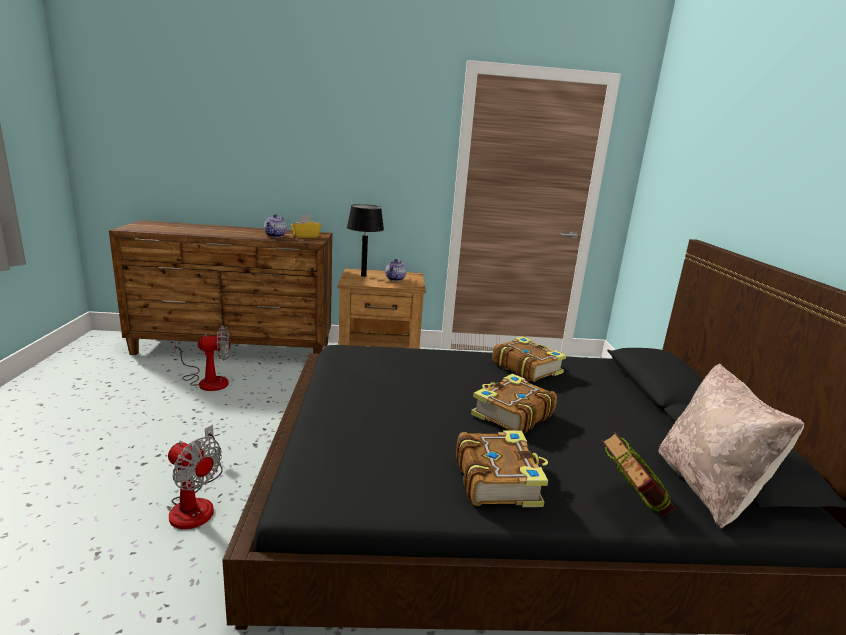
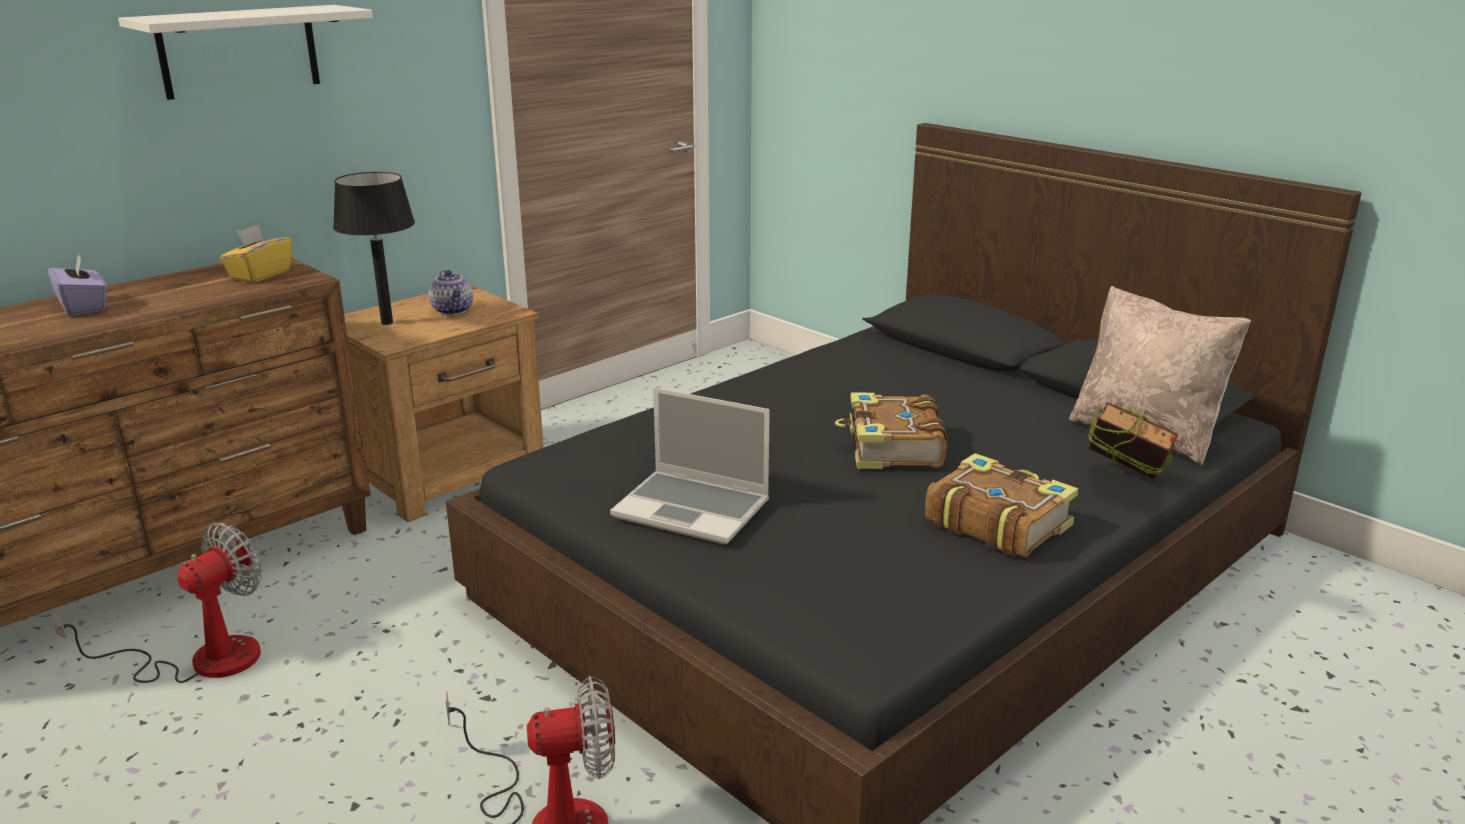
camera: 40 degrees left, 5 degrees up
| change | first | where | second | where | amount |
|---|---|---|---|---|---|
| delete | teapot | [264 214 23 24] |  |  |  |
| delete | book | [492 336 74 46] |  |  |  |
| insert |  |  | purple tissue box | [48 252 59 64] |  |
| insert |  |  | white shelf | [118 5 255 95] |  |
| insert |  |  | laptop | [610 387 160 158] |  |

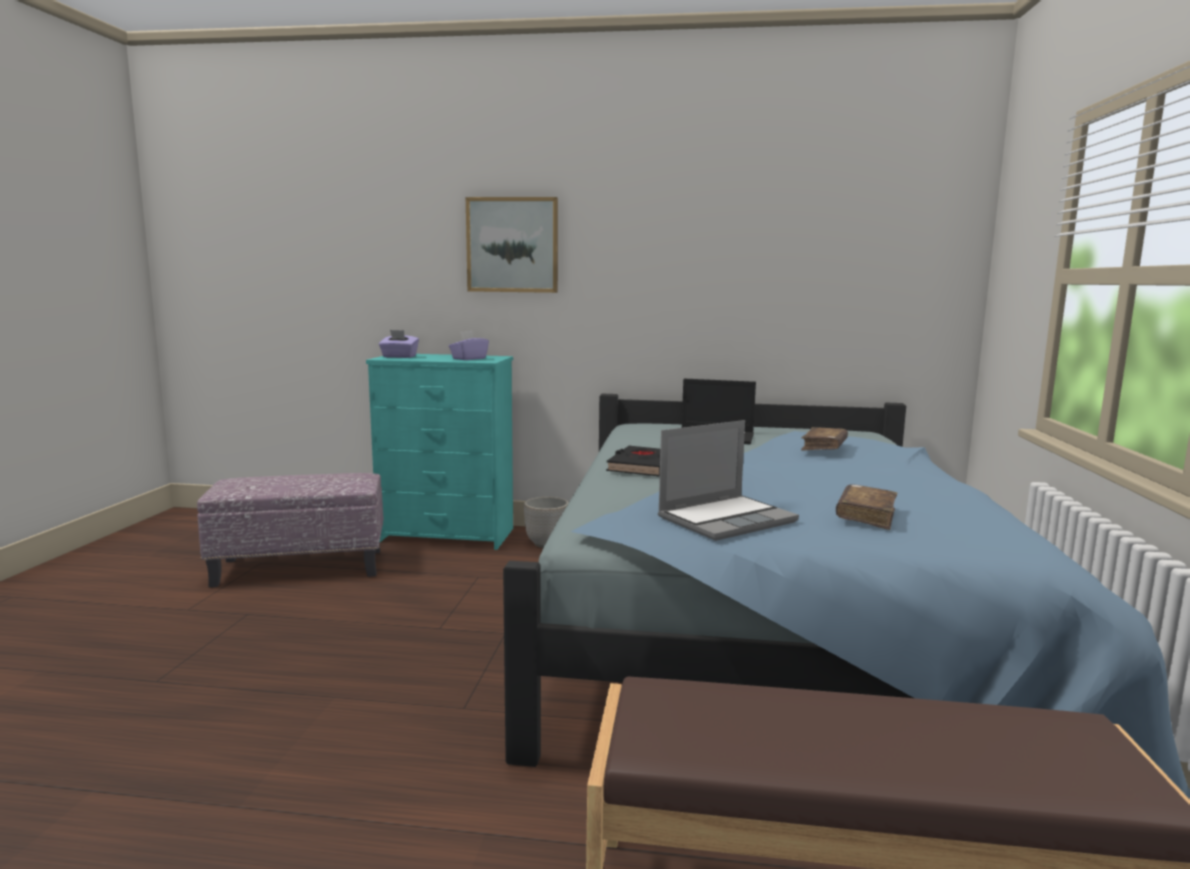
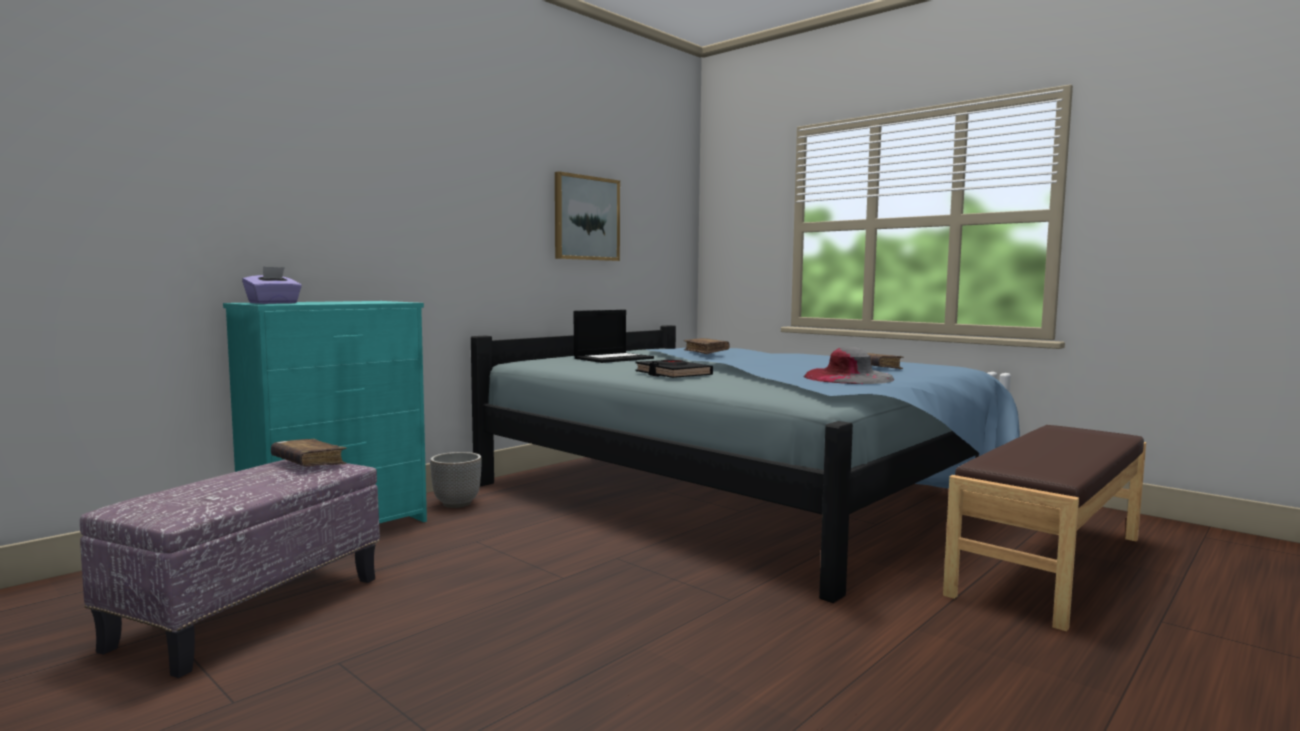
camera: 55 degrees left, 5 degrees down
| change | first | where | second | where | amount |
|---|---|---|---|---|---|
| delete | purple tissue box | [449 331 40 29] |  |  |  |
| move | picture | [466 197 92 96] |  | [555 171 65 90] |  |
| replace | laptop | [658 420 141 121] | grey hat | [804 347 90 37] |  |
| insert |  |  | brown book | [271 439 76 27] |  |

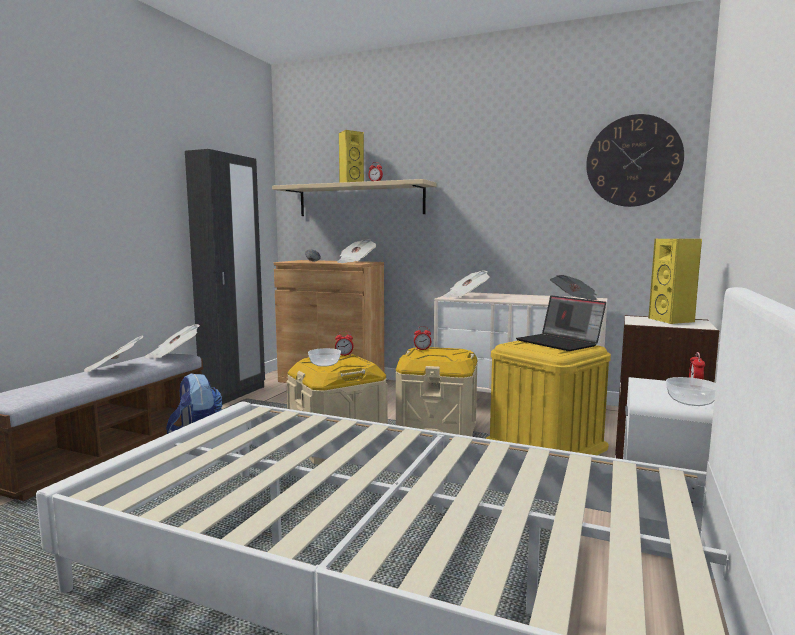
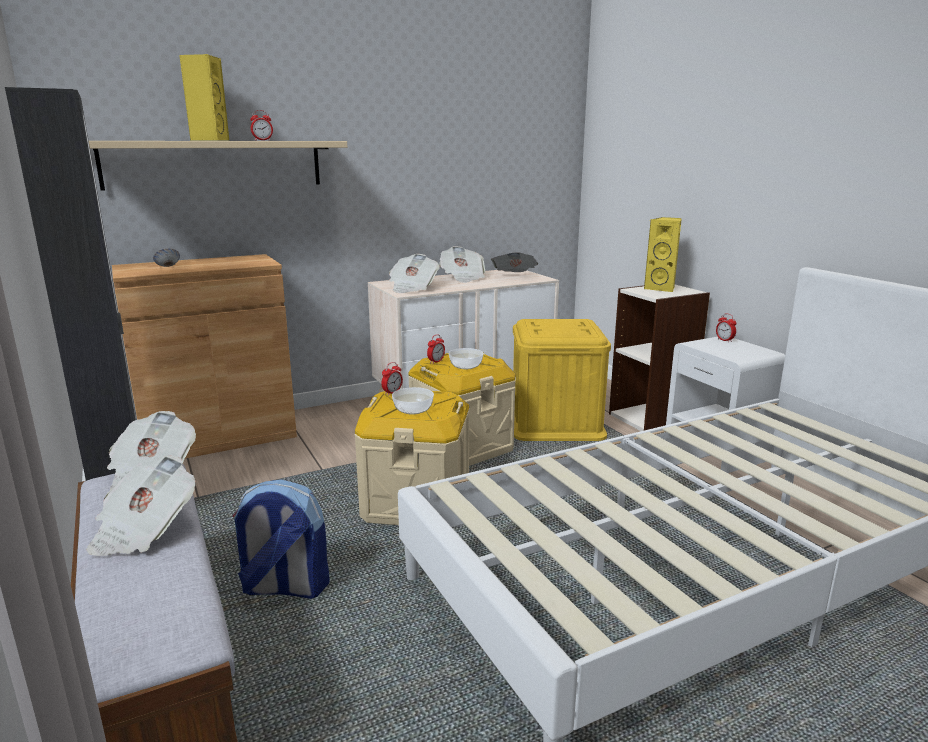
camera: 50 degrees left, 10 degrees up
| change | first | where | second | where | amount |
|---|---|---|---|---|---|
| move | newspaper | [337 239 39 24] |  | [439 246 46 37] |  |
| delete | laptop | [516 295 90 56] |  |  |  |
| delete | wall clock | [586 114 98 93] |  |  |  |
| move | bowl | [666 377 50 29] |  | [449 348 35 21] |  |

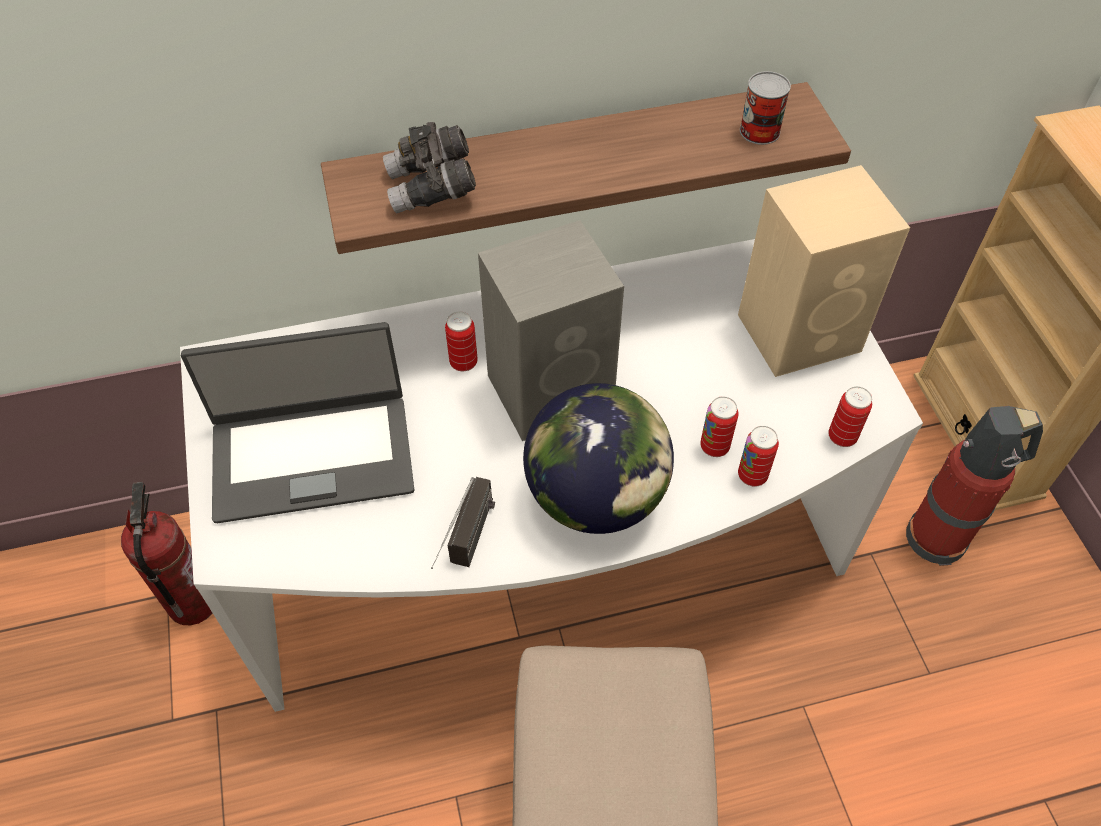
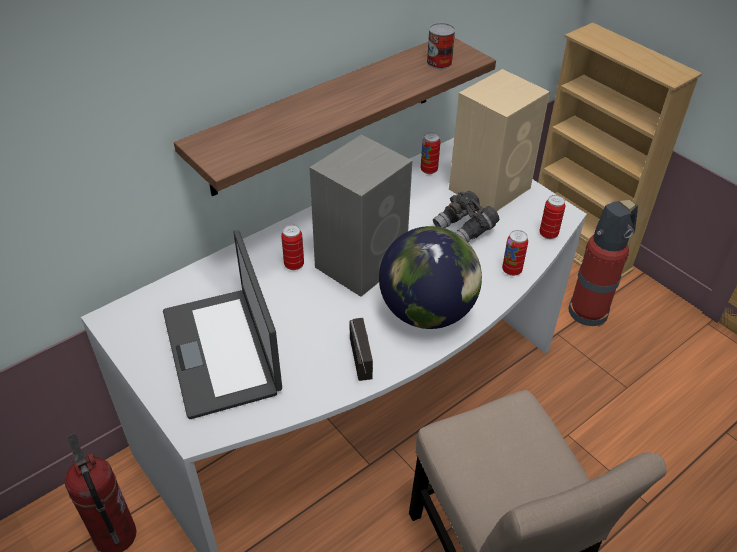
camera: 25 degrees left, 10 degrees down
| change | first | where | second | where | amount |
|---|---|---|---|---|---|
| rotate | laptop | [181 322 233 201] |  | [163 230 119 189] | 105 degrees clockwise |
| move | grey binoculars | [383 122 93 91] |  | [433 191 66 51] |  |
| move | can | [700 396 38 61] |  | [421 132 19 42] |  |

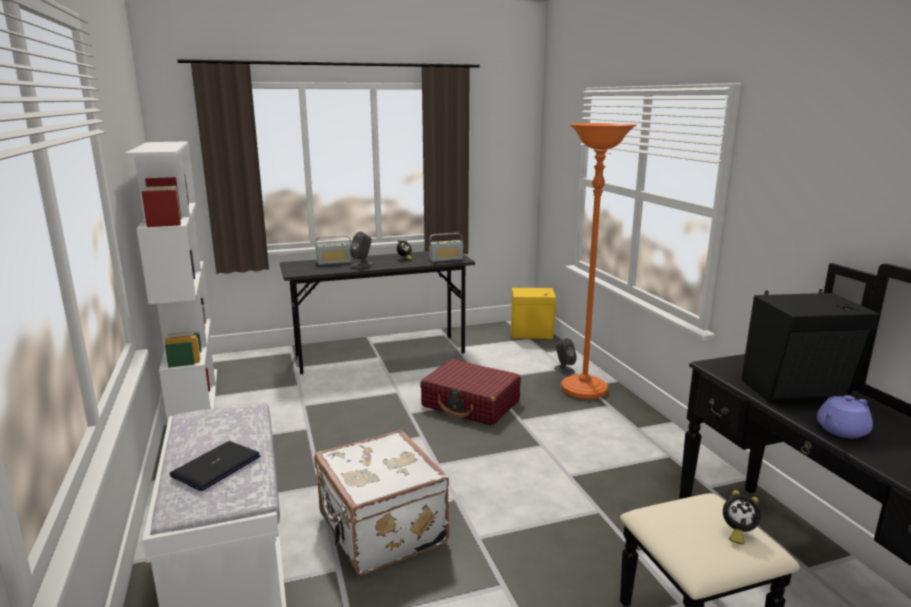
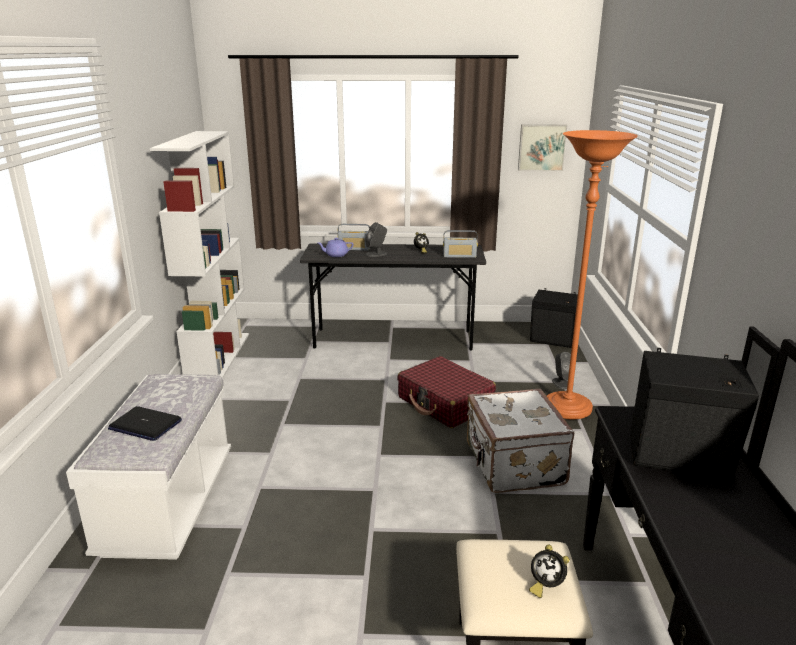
camera: 20 degrees right, 5 degrees up
| change | first | where | second | where | amount |
|---|---|---|---|---|---|
| rotate | laptop | [170 441 91 50] |  | [108 406 74 35] | 120 degrees counterclockwise |
| move | white suitcase | [314 430 135 145] |  | [467 389 107 104] |  |
| recolor | yellow speaker | [511 286 45 53] | black speaker | [530 288 48 60] |  |
| move | purple teapot | [817 395 56 43] |  | [318 238 36 19] |  |
| insert |  |  | picture | [518 125 49 46] |  |

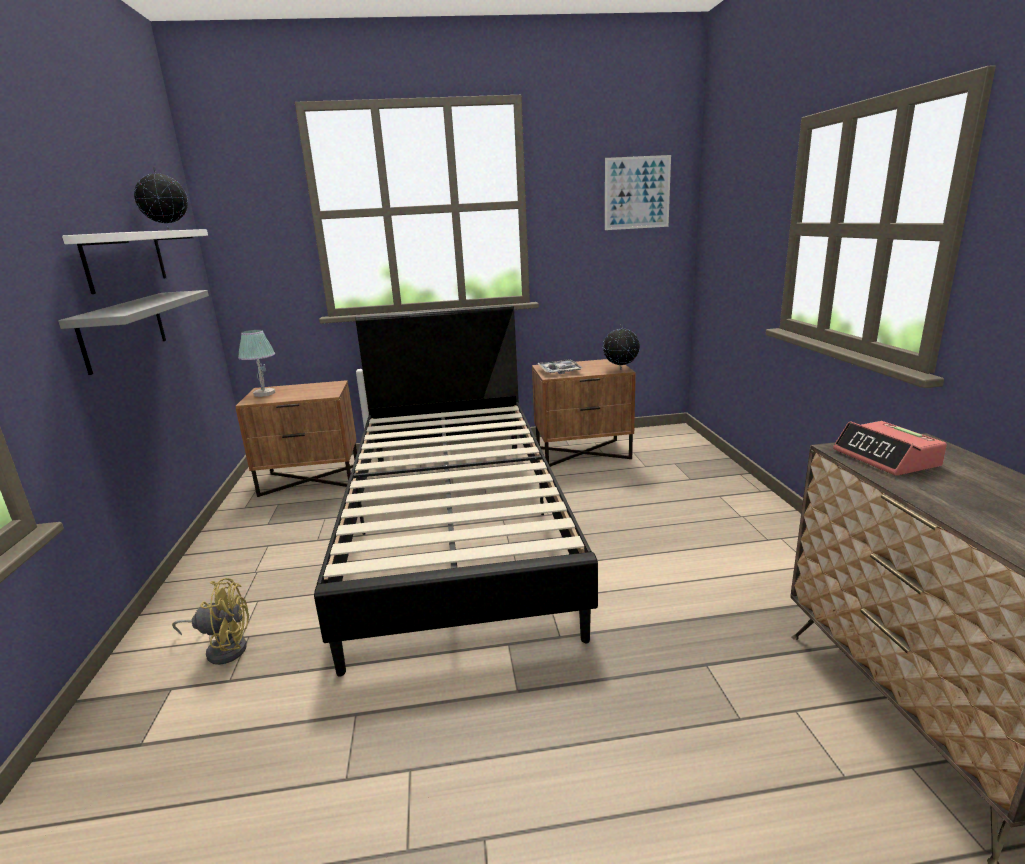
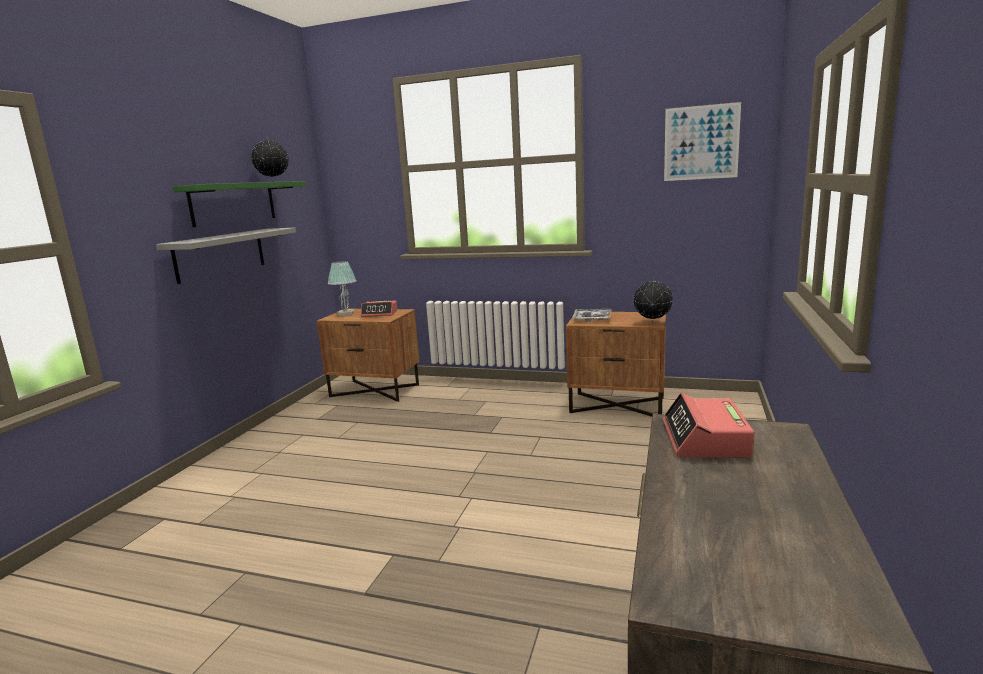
camera: 25 degrees right, 5 degrees down
| change | first | where | second | where | amount |
|---|---|---|---|---|---|
| recolor | white shelf | [62 229 146 65] | green shelf | [173 181 133 46] |  |
| delete | yellow fan | [172 578 77 87] |  |  |  |
| delete | black bed | [314 305 284 372] |  |  |  |
| insert |  |  | alarm clock | [361 301 36 16] |  |

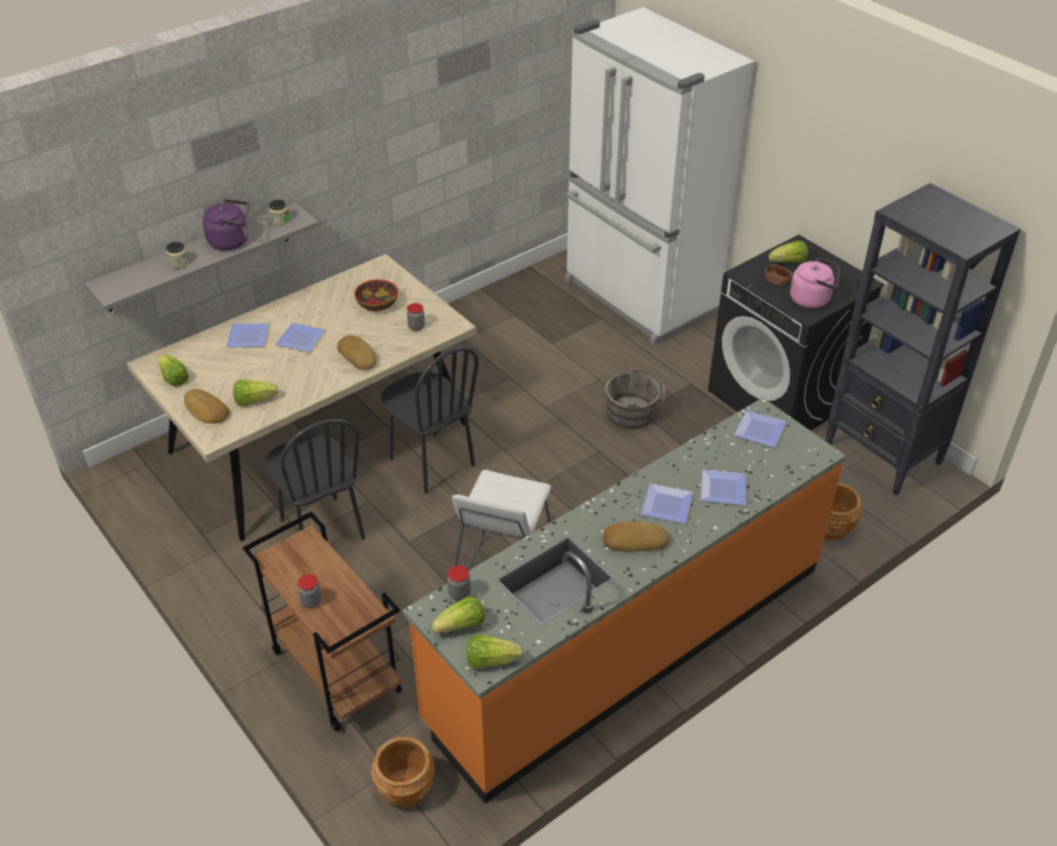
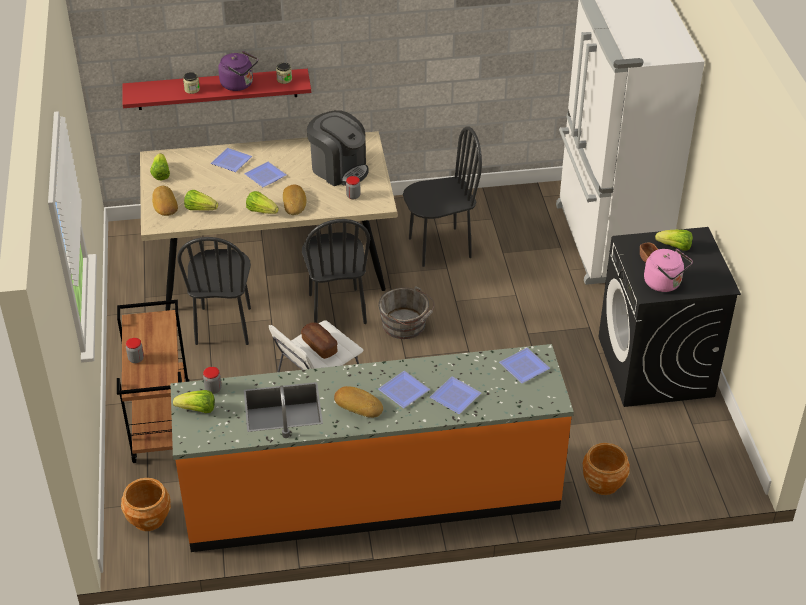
camera: 30 degrees right, 0 degrees up
| change | first | where | second | where | amount |
|---|---|---|---|---|---|
| recolor | grey shelf | [84 202 236 110] | red shelf | [123 69 188 41] |  |
| replace | bowl | [354 279 44 33] | coffee machine | [307 110 62 76] |  |
| move | lettuce | [467 634 56 35] |  | [246 191 33 23] |  |
| move | grey bucket | [604 368 62 61] |  | [379 286 56 53] |  |
| delete | black bookcase | [825 183 196 312] |  |  |  |
| insert |  |  | bread | [301 322 37 37] |  |
| insert |  |  | black chair | [403 126 79 141] |  |

